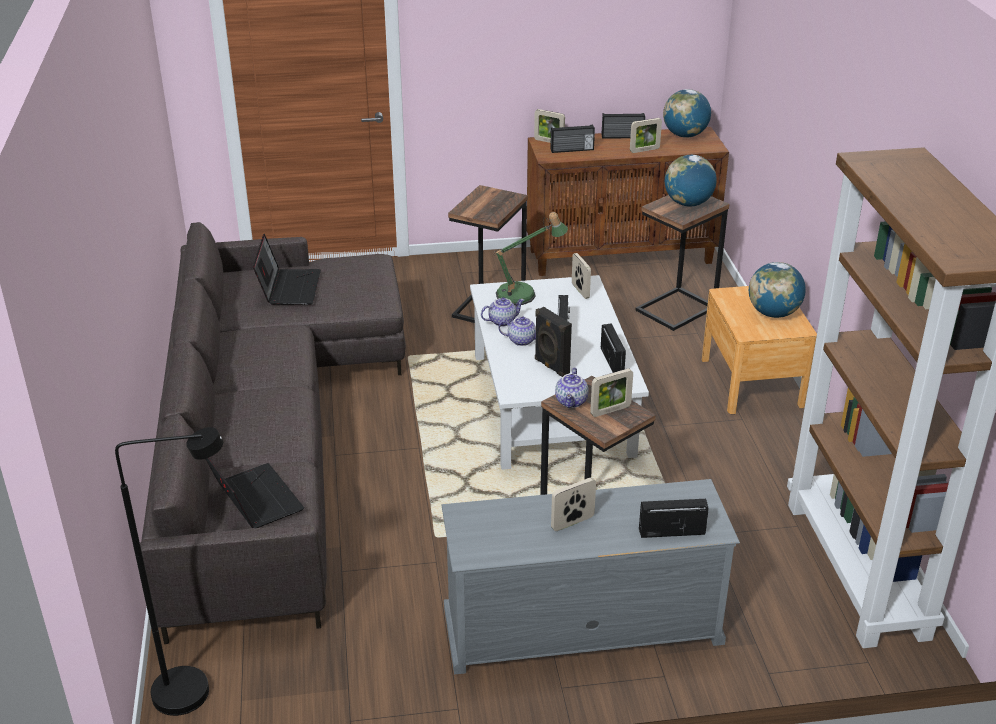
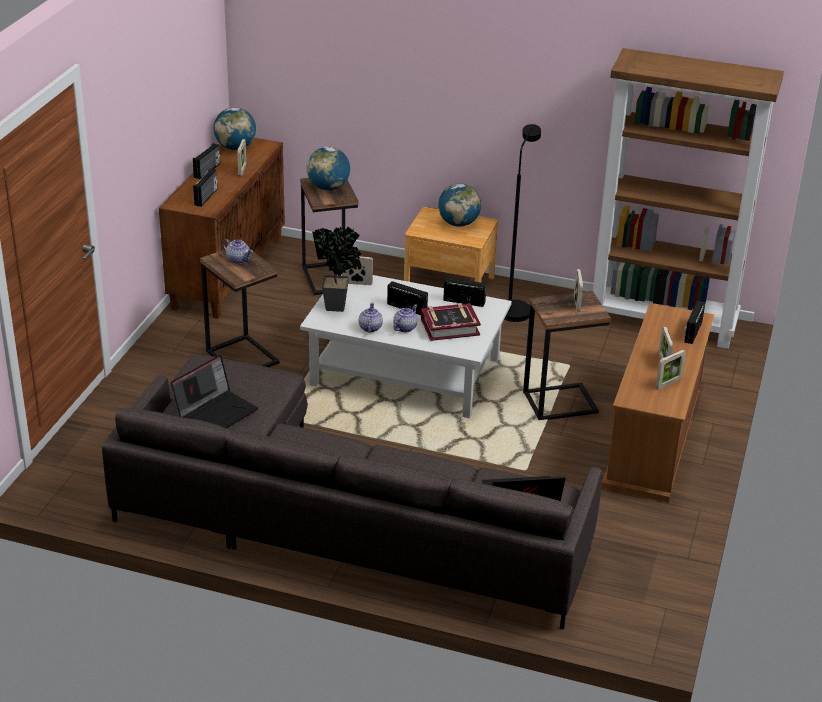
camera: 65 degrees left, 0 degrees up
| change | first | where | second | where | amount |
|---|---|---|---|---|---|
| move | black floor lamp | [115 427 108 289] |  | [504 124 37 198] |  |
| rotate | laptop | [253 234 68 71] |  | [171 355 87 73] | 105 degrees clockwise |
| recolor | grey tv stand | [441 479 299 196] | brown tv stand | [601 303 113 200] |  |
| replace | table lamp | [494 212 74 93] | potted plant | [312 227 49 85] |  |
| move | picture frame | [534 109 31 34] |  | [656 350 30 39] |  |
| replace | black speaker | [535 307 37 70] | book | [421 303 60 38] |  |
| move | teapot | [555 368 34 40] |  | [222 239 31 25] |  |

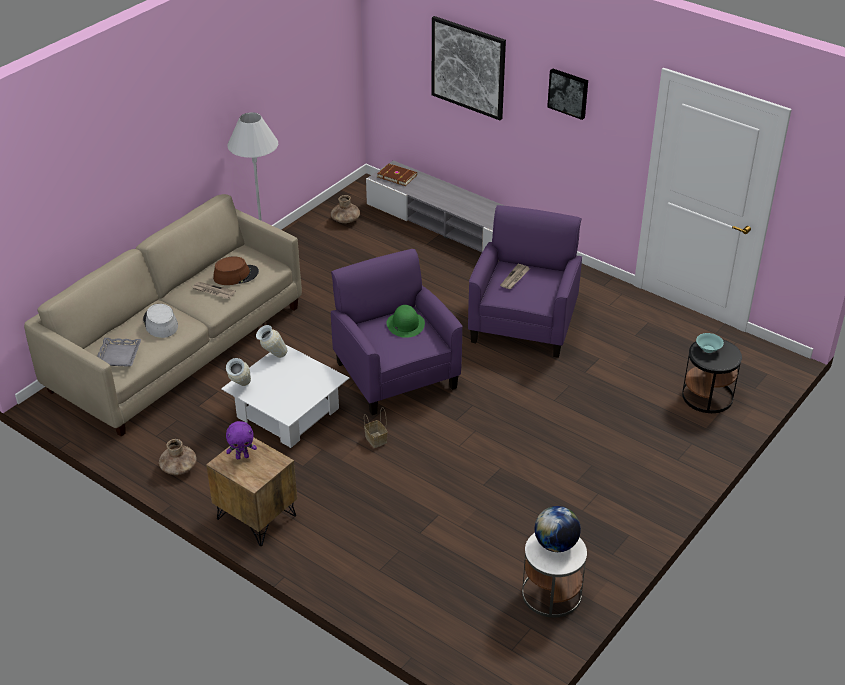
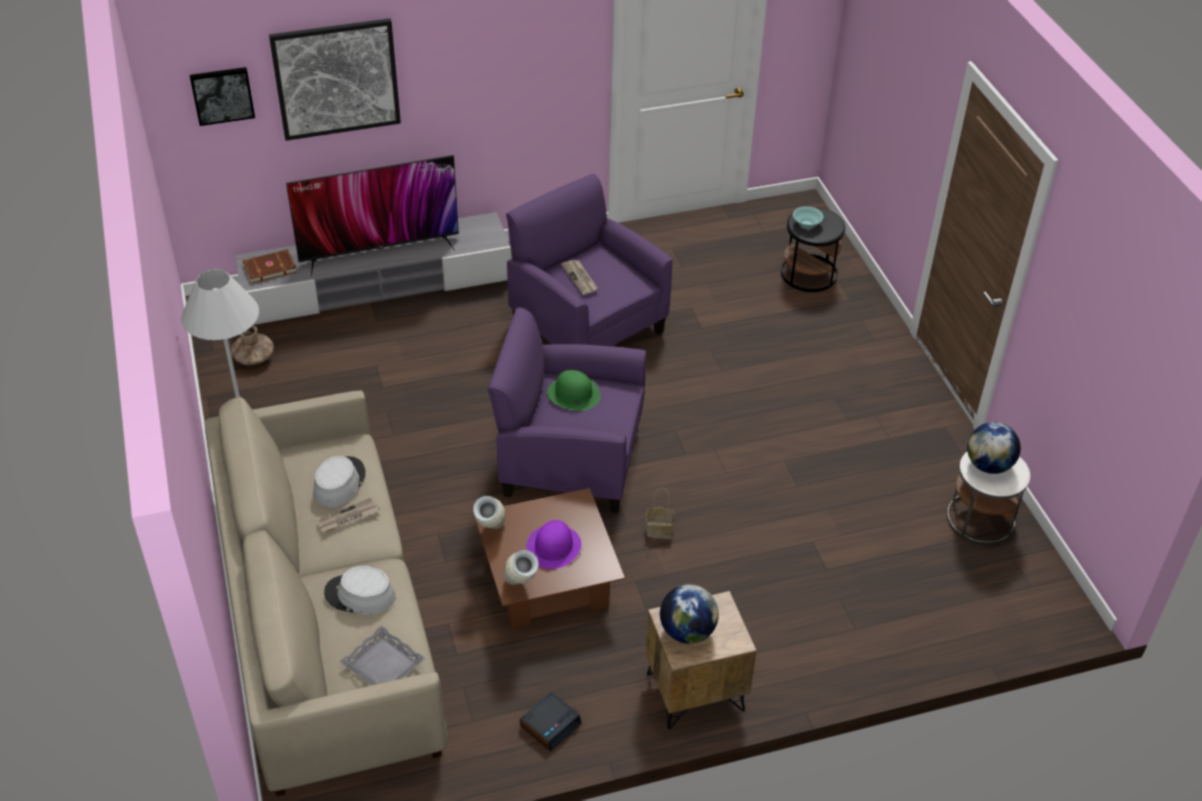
camera: 55 degrees left, 5 degrees up
| change | first | where | second | where | amount |
|---|---|---|---|---|---|
| replace | brown vase | [159 439 38 36] | alarm clock | [520 692 62 59] |  |
| recolor | brown hat | [213 256 46 29] | grey hat | [313 456 53 51] |  |
| recolor | white coffee table | [221 344 128 104] | brown coffee table | [473 488 152 140] |  |
| replace | purple plush toy | [226 421 31 38] | globe | [660 584 59 60] |  |
| move | picture | [547 69 41 51] |  | [190 67 65 59] |  |
| insert |  |  | television | [286 155 173 121] |  |
| insert |  |  | purple hat | [526 520 55 49] |  |

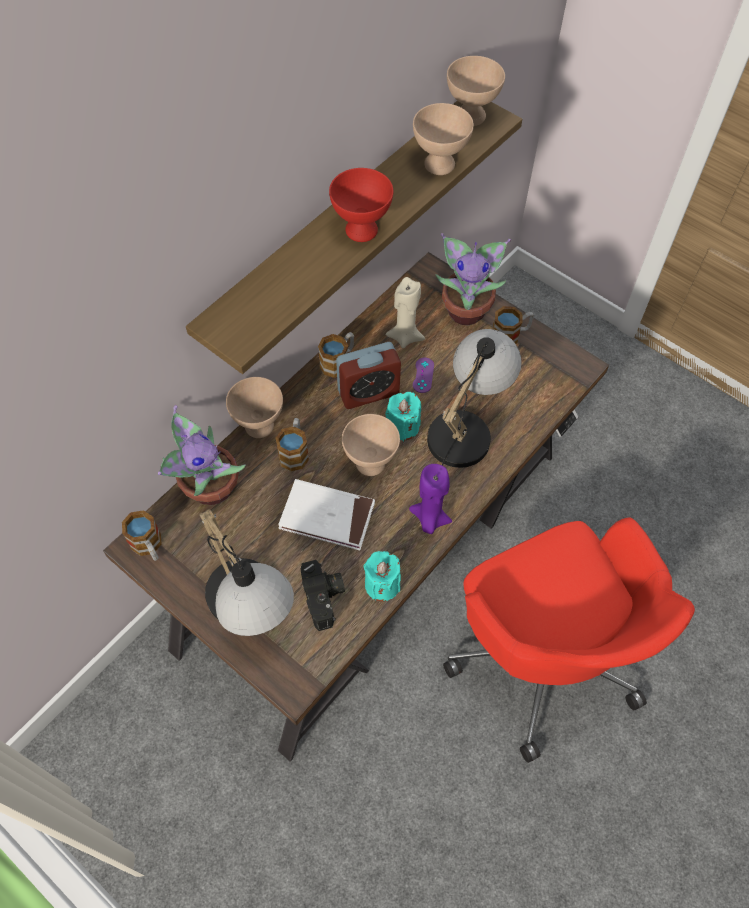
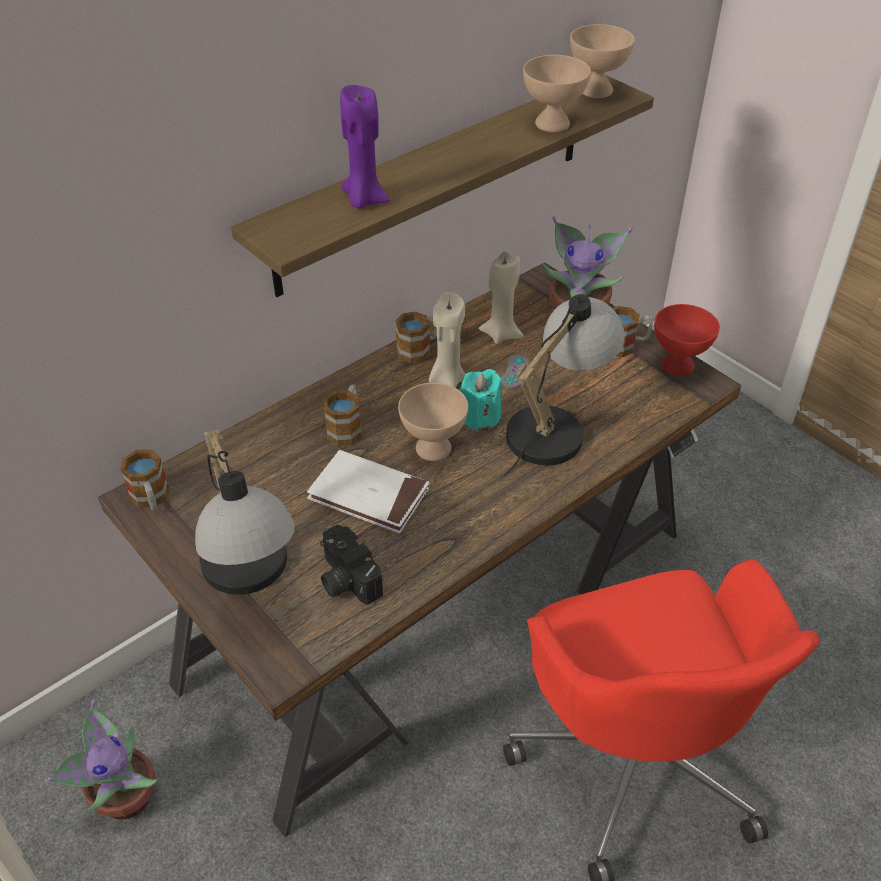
camera: 10 degrees right, 15 degrees down
| change | first | where | second | where | amount |
|---|---|---|---|---|---|
| move | potted plant | [158 405 88 100] |  | [48 700 109 120] |  |
| delete | beige bowl | [226 377 57 61] |  |  |  |
| rotate | photo camera | [301 560 44 71] |  | [320 524 63 81] | 150 degrees clockwise |
| move | red bowl | [329 168 64 74] |  | [654 304 66 73] |  |
| replace | alarm clock | [336 342 65 67] | beige candle | [429 292 37 96] |  |
| delete | turquoise candle | [363 551 38 50] |  |  |  |
| move | purple candle | [409 464 43 70] |  | [340 85 50 123] |  |
| recolor | purple game controller | [413 358 21 35] | grey game controller | [501 355 29 33] |  |

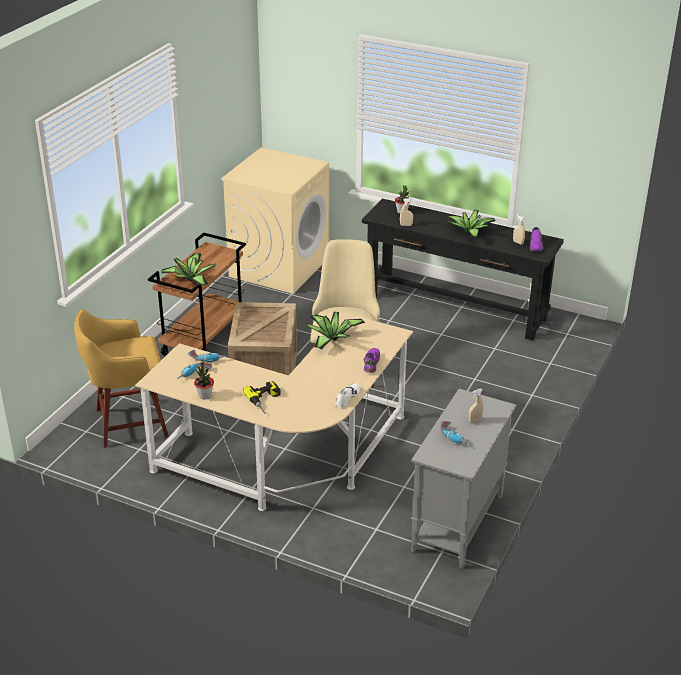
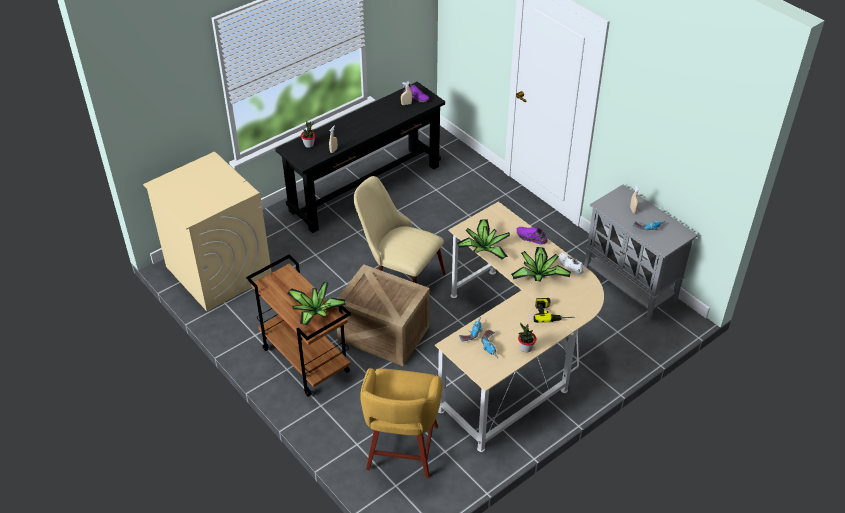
camera: 65 degrees left, 10 degrees up
| change | first | where | second | where | amount |
|---|---|---|---|---|---|
| move | potted plant | [446 210 50 27] |  | [511 247 60 35] |  |

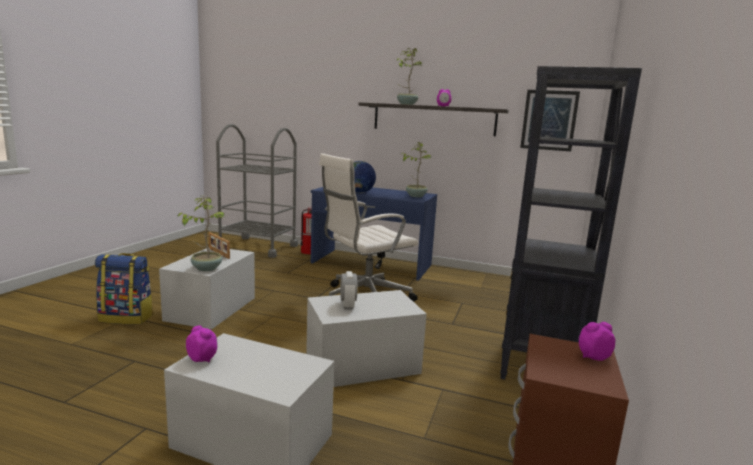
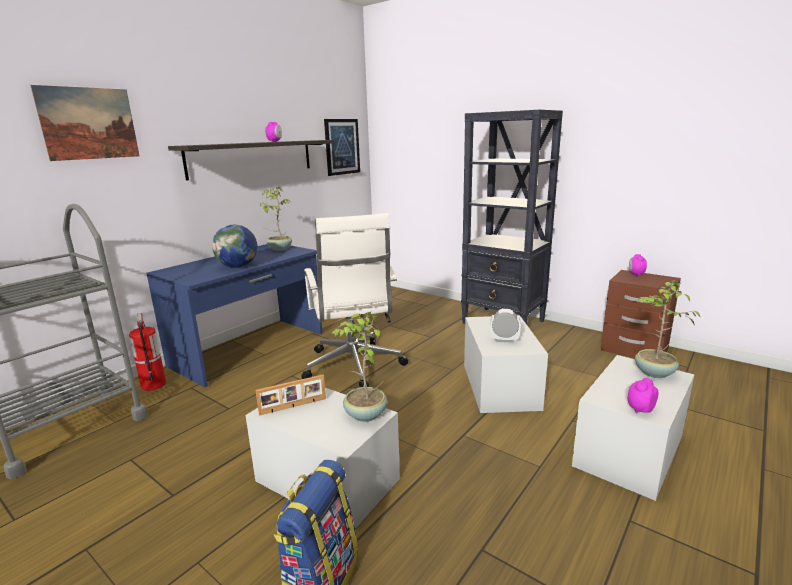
camera: 70 degrees left, 5 degrees up
| change | first | where | second | where | amount |
|---|---|---|---|---|---|
| move | potted plant | [397 48 26 57] |  | [635 280 65 98] |  |
| insert |  |  | picture | [30 85 109 76] |  |

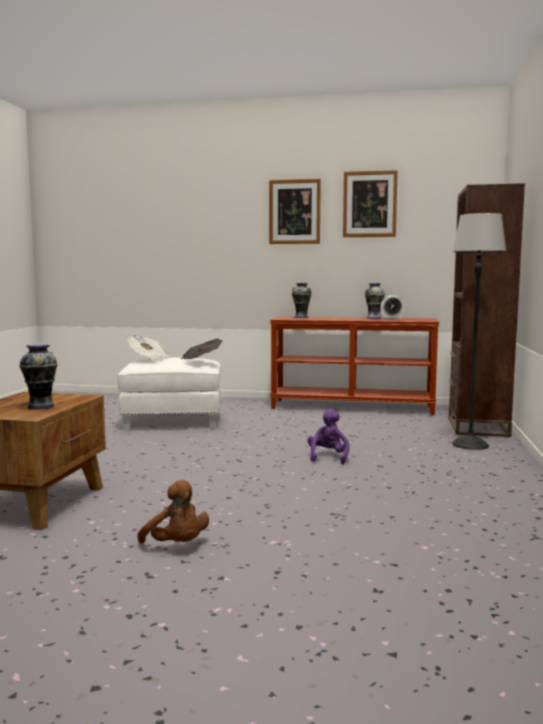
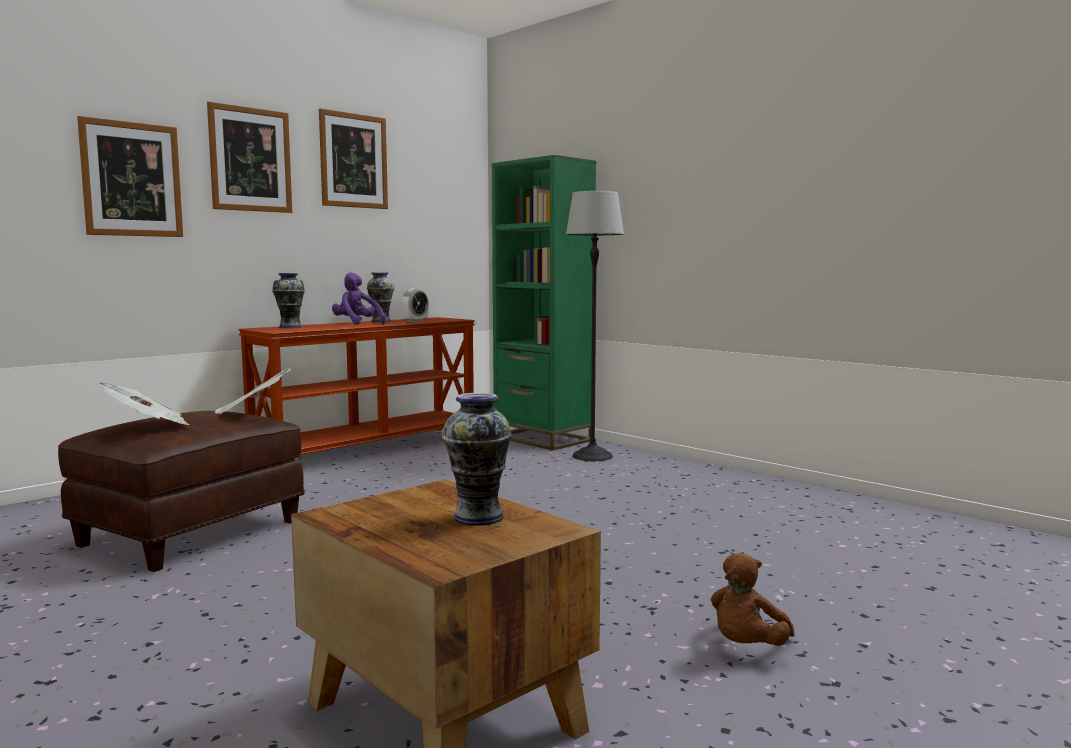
camera: 55 degrees left, 0 degrees up
| change | first | where | second | where | amount |
|---|---|---|---|---|---|
| recolor | white ottoman | [118 358 103 72] | brown ottoman | [58 411 247 161] |  |
| rotate | brown plush toy | [137 480 72 64] |  | [711 553 83 93] | 135 degrees clockwise |
| move | purple plush toy | [307 409 43 55] |  | [332 273 54 52] |  |
| recolor | brown bookcase | [448 183 77 254] | green bookcase | [492 155 104 296] |  |
| insert |  |  | picture | [77 116 106 121] |  |

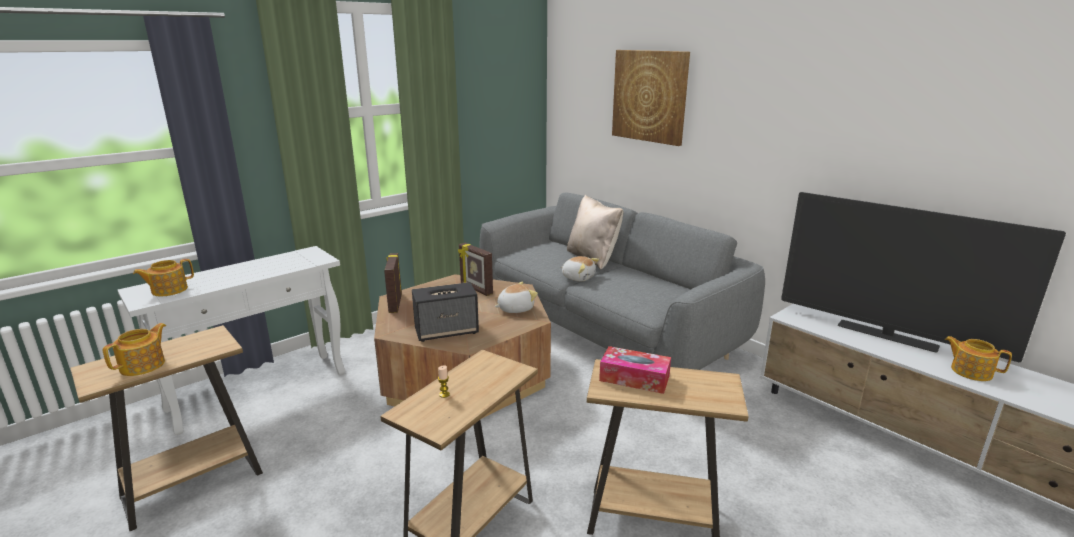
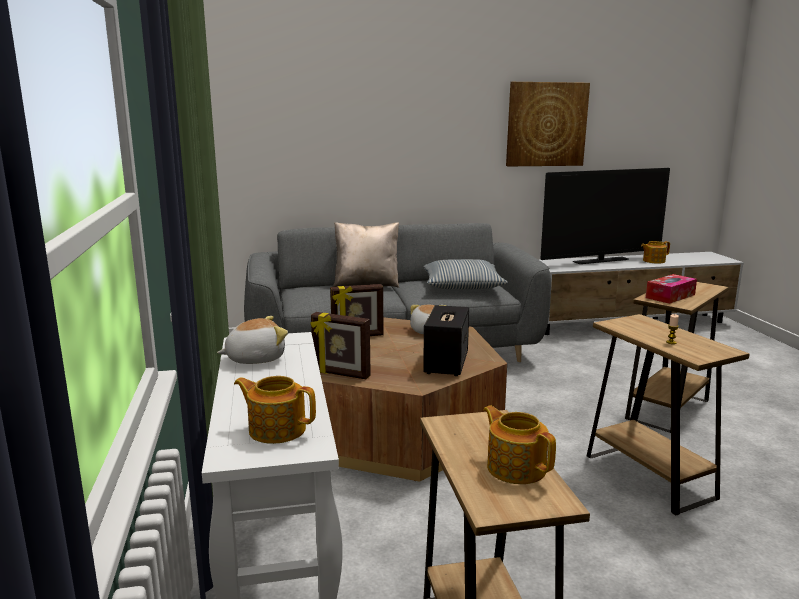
camera: 60 degrees left, 5 degrees down
| change | first | where | second | where | amount |
|---|---|---|---|---|---|
| rotate | teapot | [133 259 61 37] |  | [234 376 82 68] | 120 degrees clockwise |
| move | plush toy | [561 256 38 25] |  | [217 316 71 48] |  |
| move | picture | [612 50 78 96] |  | [506 82 84 84] |  |
| insert |  |  | pillow | [423 259 85 31] |  |

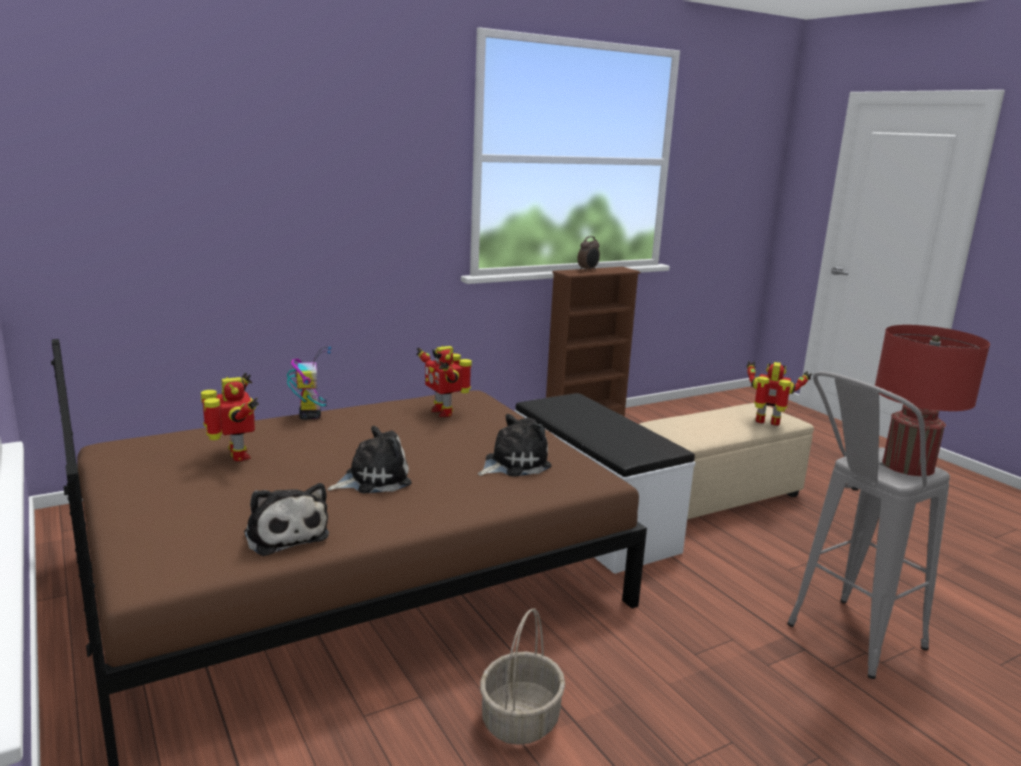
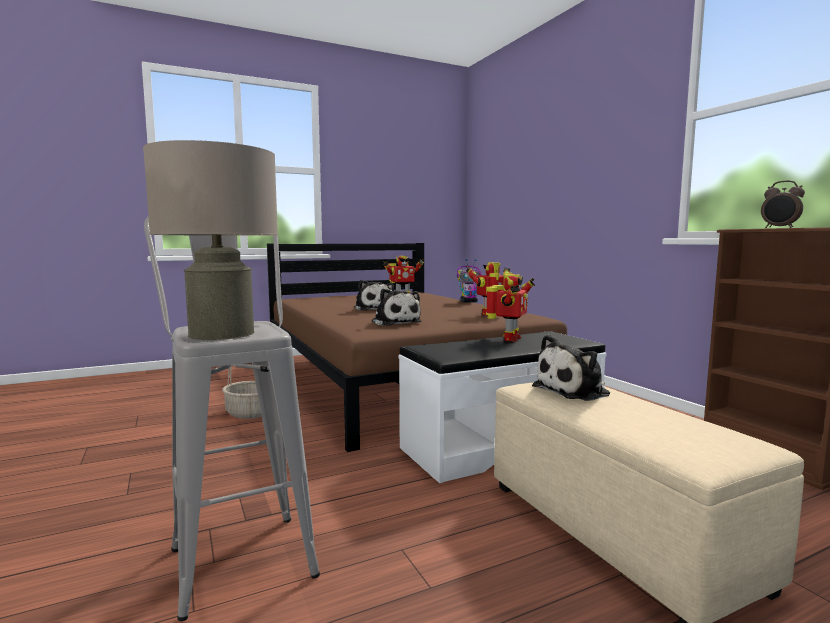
camera: 95 degrees right, 10 degrees down
| change | first | where | second | where | amount |
|---|---|---|---|---|---|
| move | plush toy | [244 483 85 73] |  | [532 335 78 66] |  |
| move | toy robot | [747 361 65 65] |  | [486 274 49 68] |  |
| recolor | red table lamp | [875 325 115 151] | beige table lamp | [143 140 135 200] |  |

